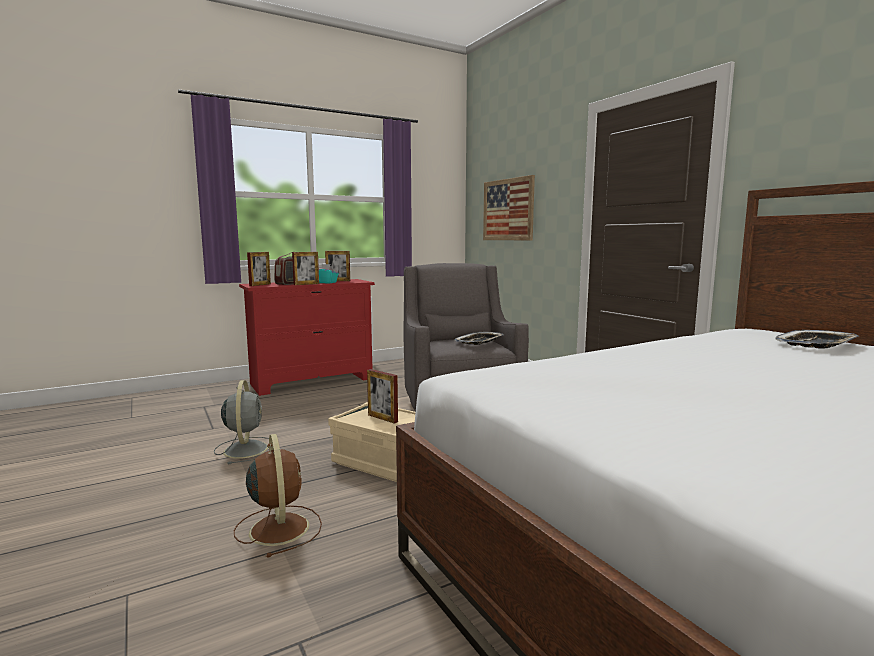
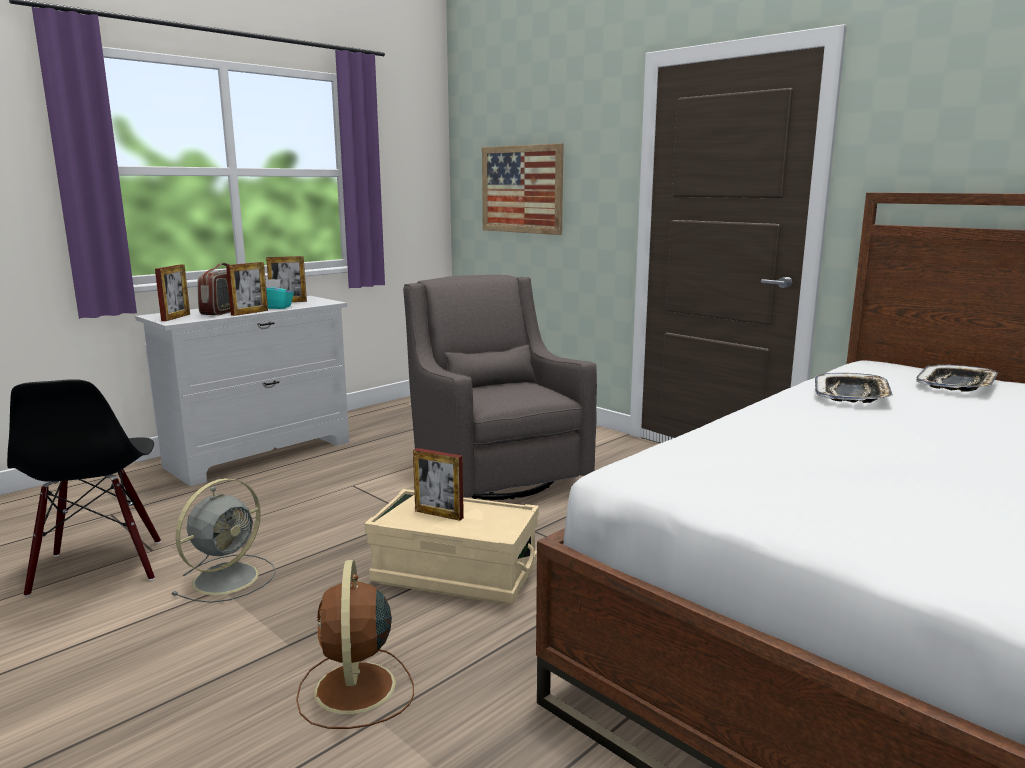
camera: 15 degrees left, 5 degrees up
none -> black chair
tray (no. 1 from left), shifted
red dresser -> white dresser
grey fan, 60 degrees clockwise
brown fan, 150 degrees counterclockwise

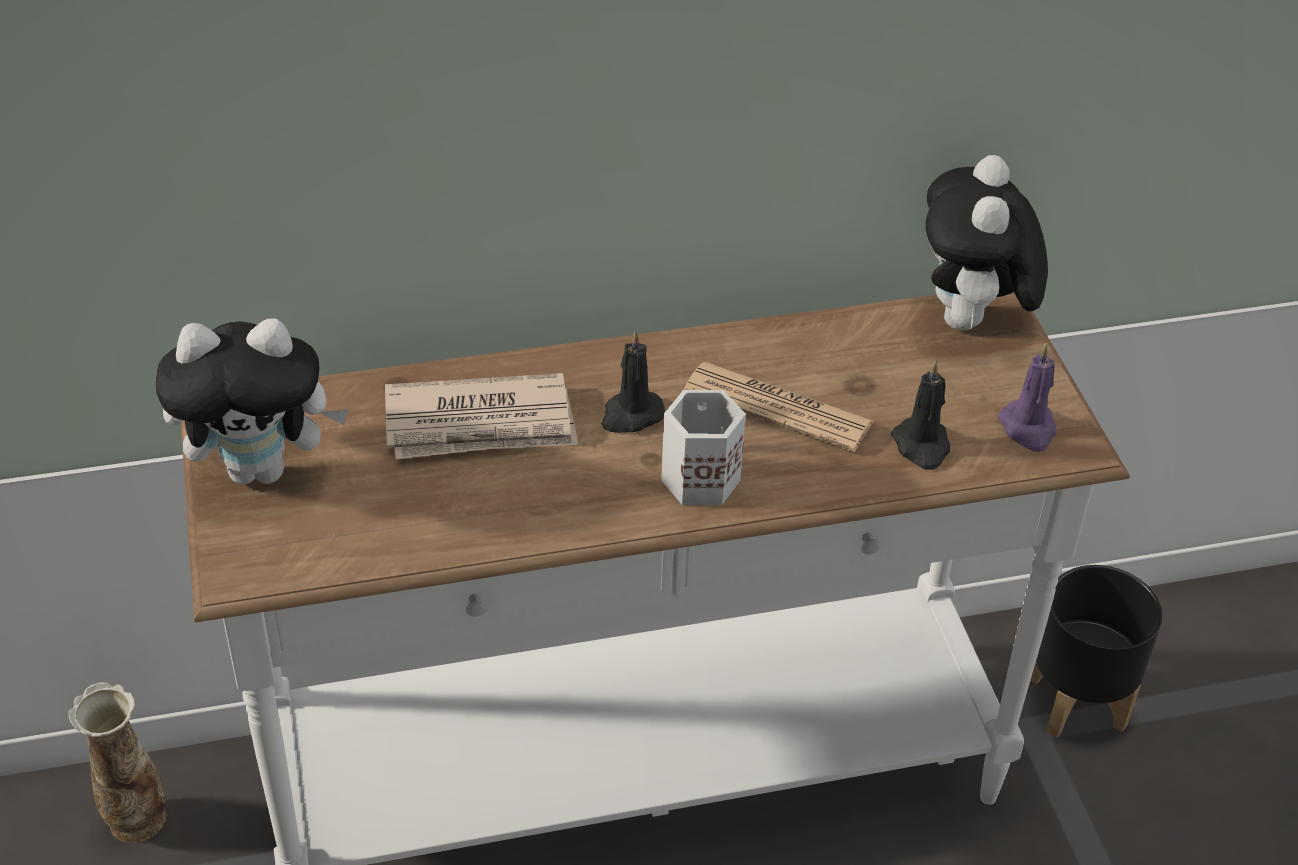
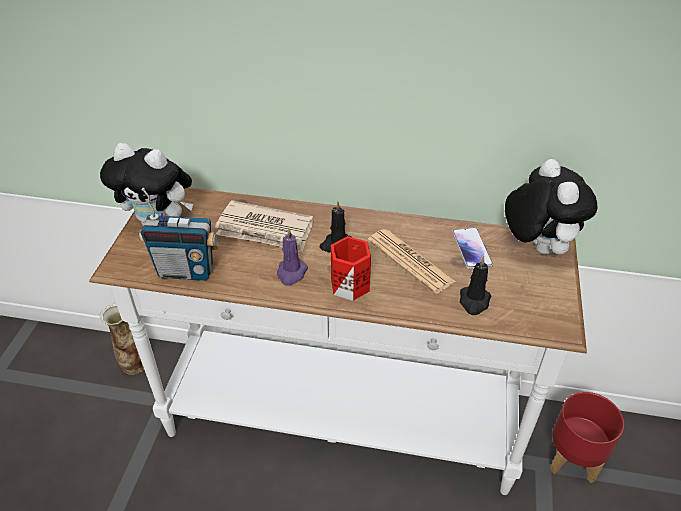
camera: 25 degrees right, 0 degrees up
none -> radio
none -> phone
purple candle, shifted
white mug -> red mug
black planter -> red planter
plush toy (no. 2 from left), 135 degrees clockwise

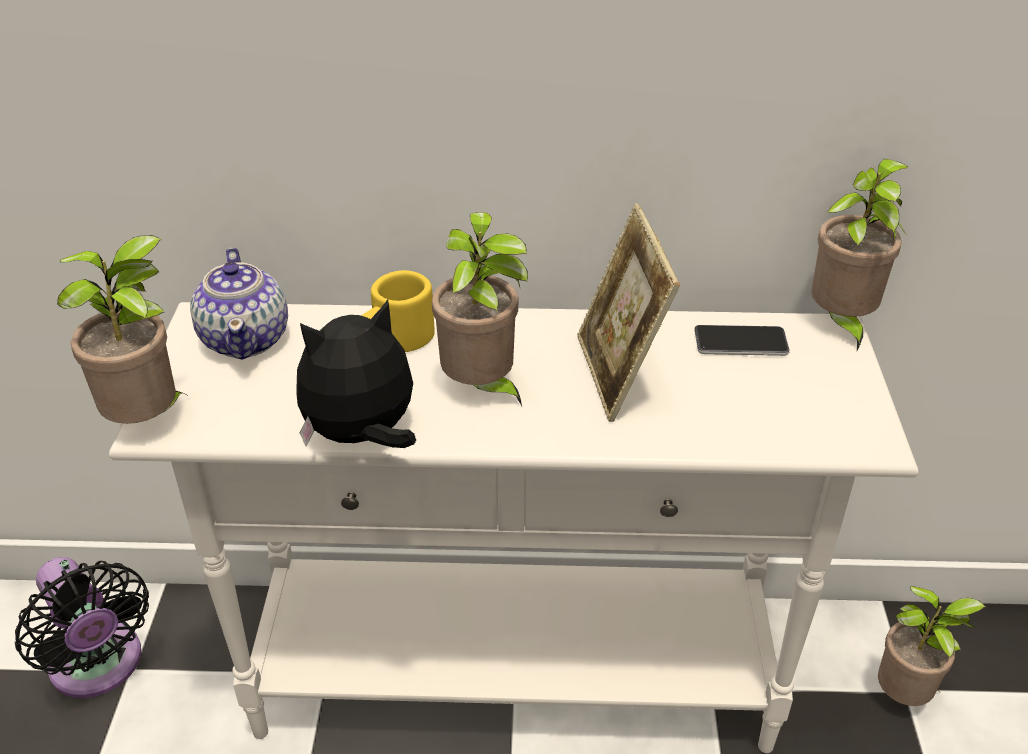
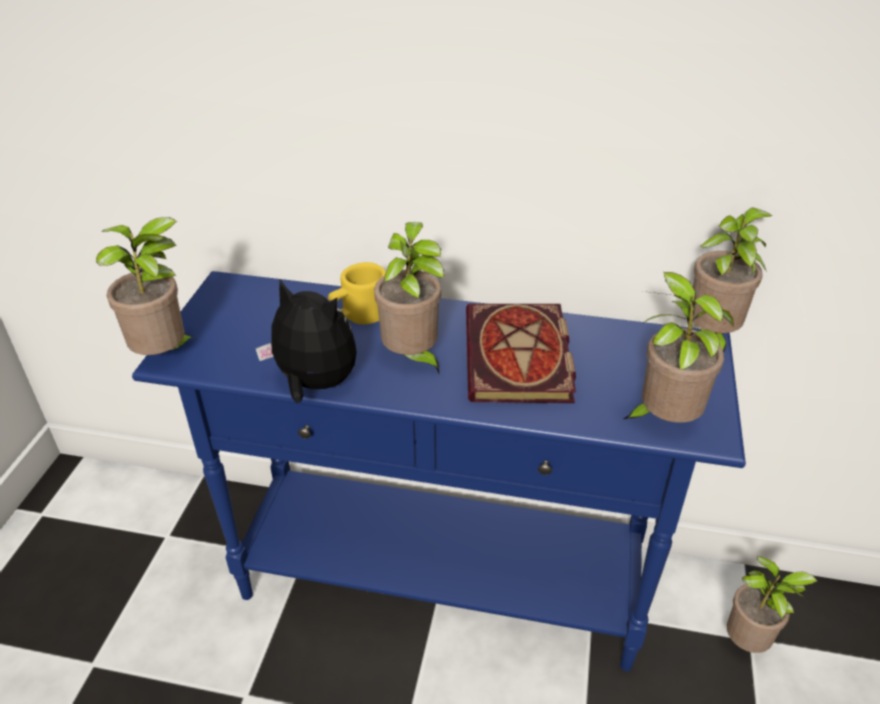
camera: 10 degrees right, 0 degrees up
black fan -> none
teapot -> none
phone -> none
none -> potted plant (no. 3 from left)
picture frame -> book
white console table -> blue console table
plush toy, 45 degrees clockwise

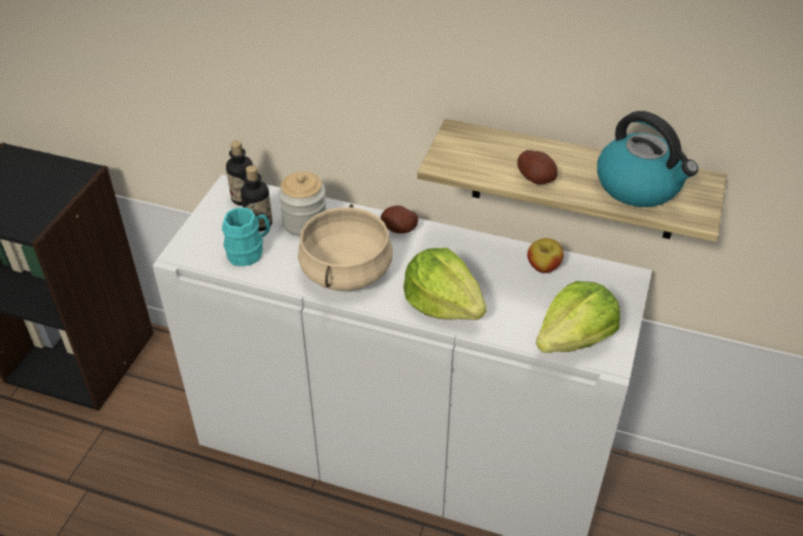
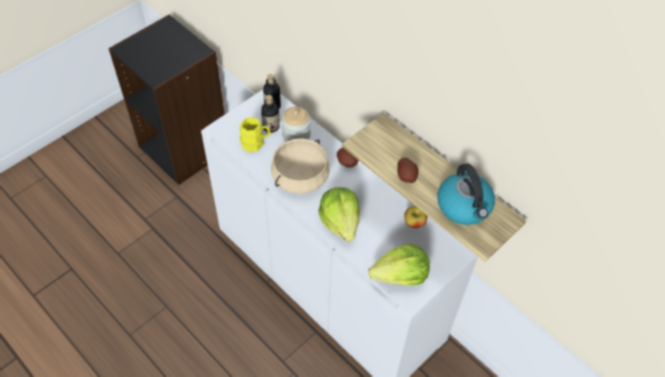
camera: 25 degrees right, 10 degrees up
turquoise mug -> yellow mug

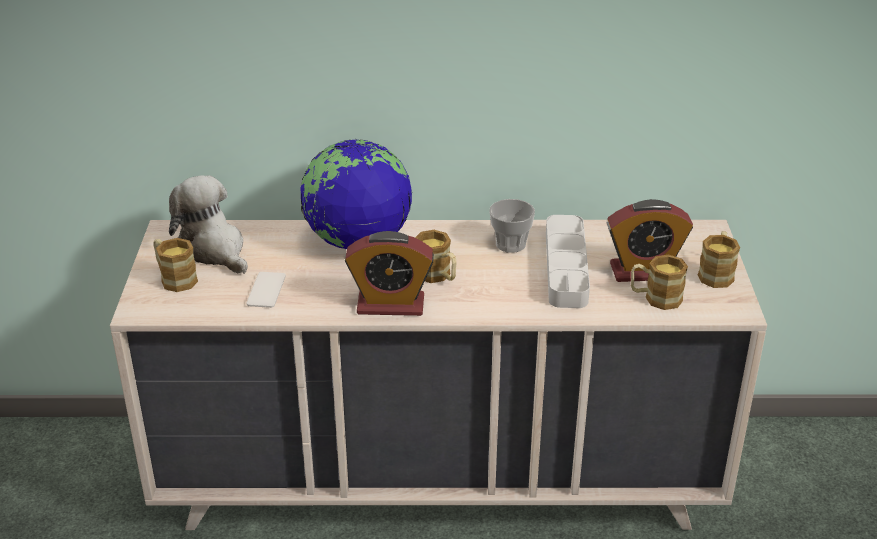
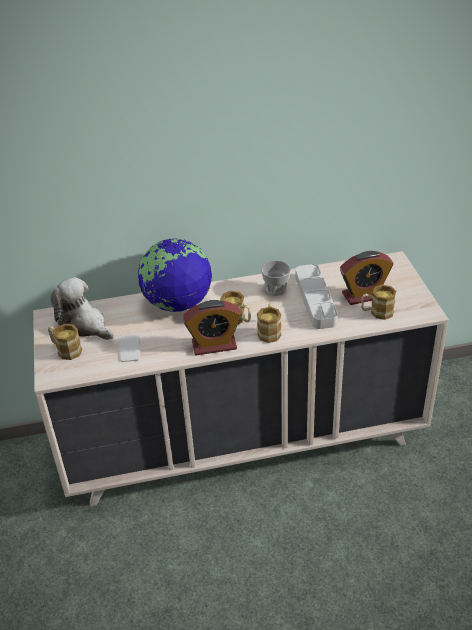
camera: 10 degrees left, 5 degrees up
mug (no. 4 from left in the first image) -> mug (no. 3 from left), shifted

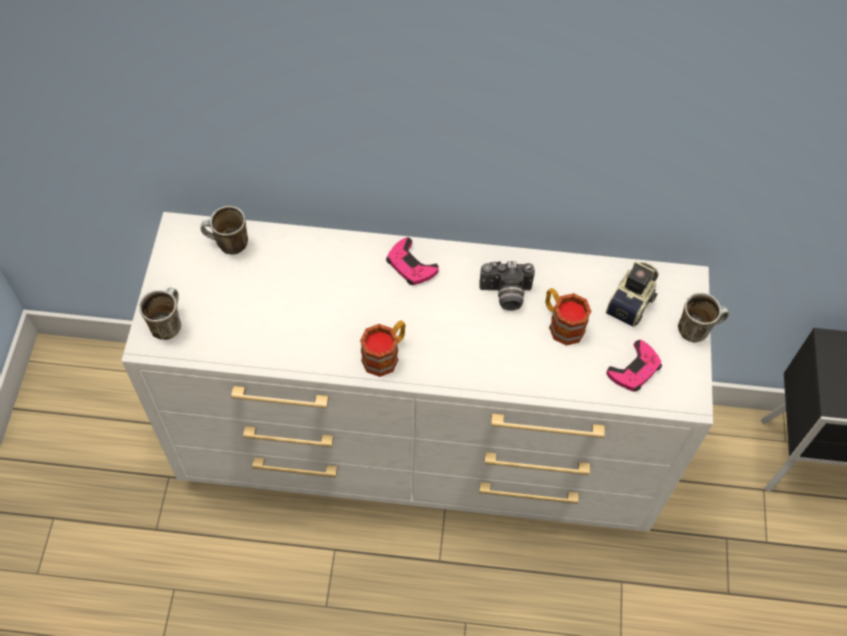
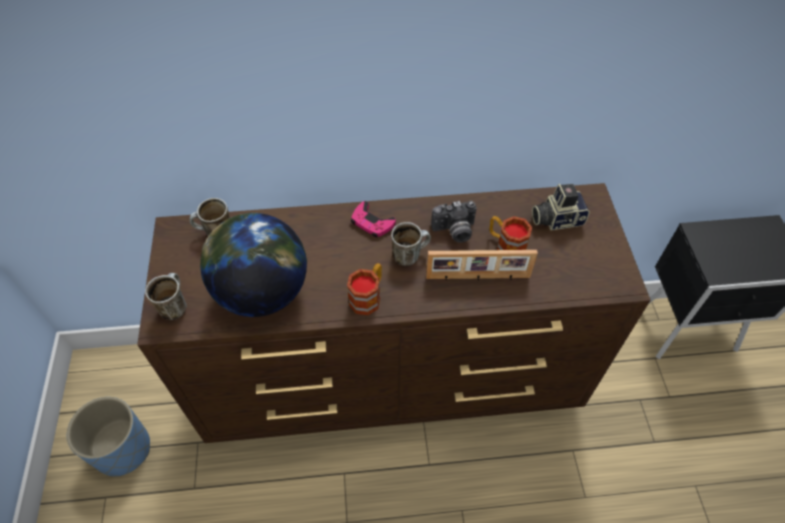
camera: 10 degrees left, 5 degrees down
pink game controller (no. 2 from left) -> none
none -> blue planter
none -> globe
none -> picture frame
mug (no. 5 from left in the first image) -> mug (no. 4 from left), shifted
white dresser -> brown dresser
photo camera (no. 2 from left), 120 degrees counterclockwise

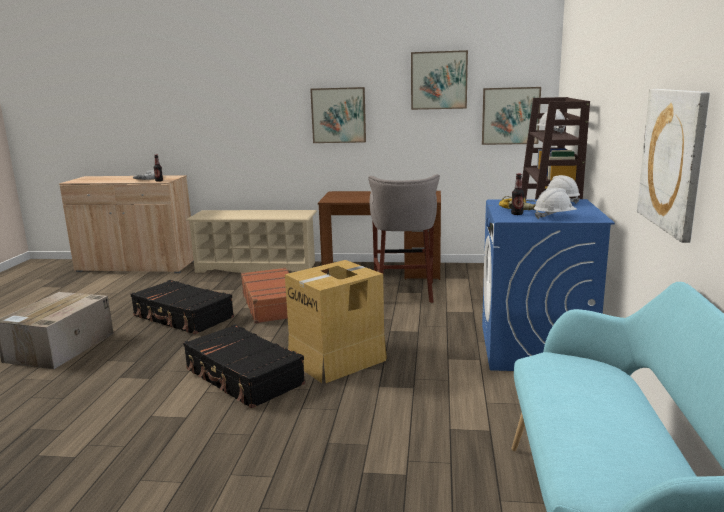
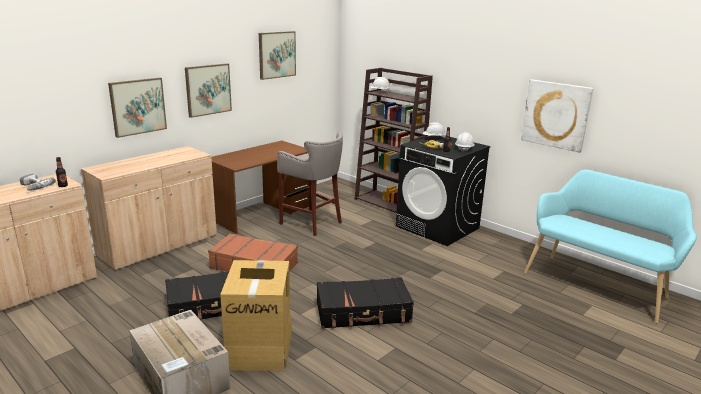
camera: 55 degrees left, 5 degrees up
cardboard box (no. 2 from left), shifted
picture (no. 3 from left in the first image) -> picture (no. 1 from left), shifted
beige shoe rack -> beige cabinet (no. 2 from left)
blue washing machine -> black washing machine

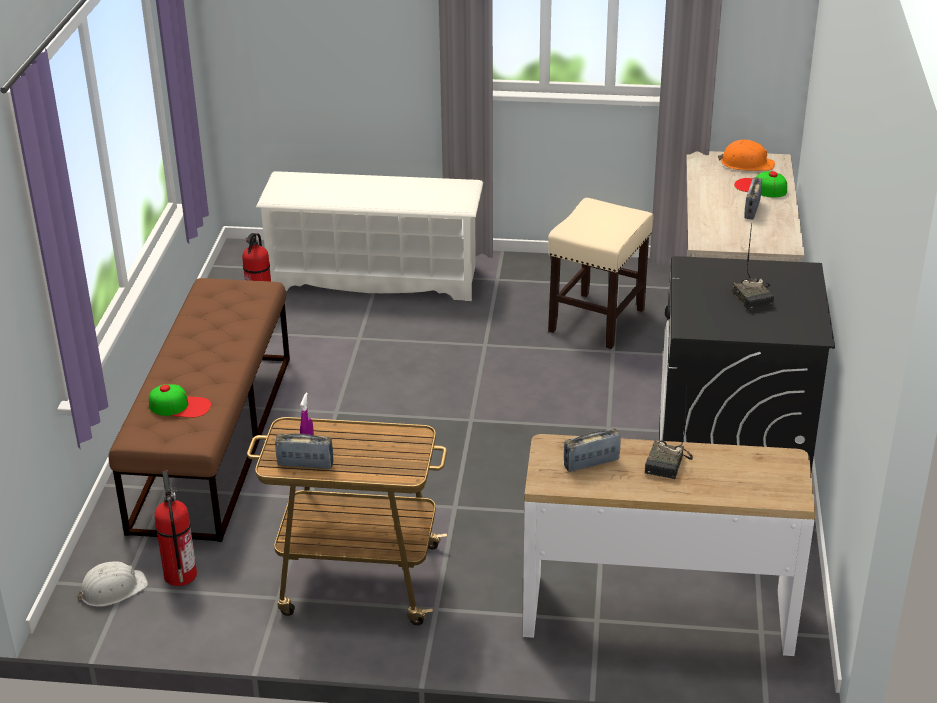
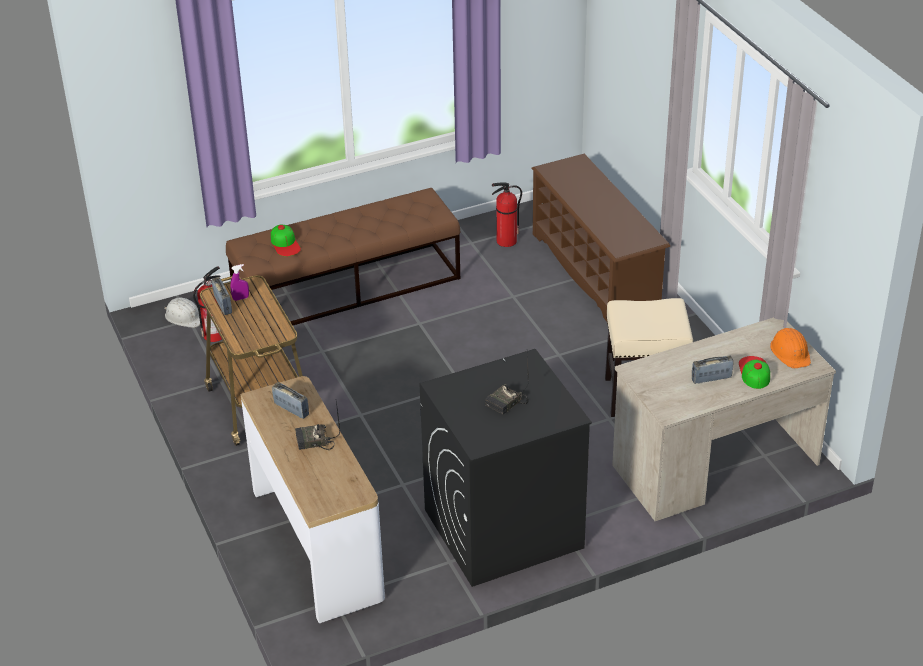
camera: 60 degrees right, 5 degrees up
white shoe rack -> brown shoe rack

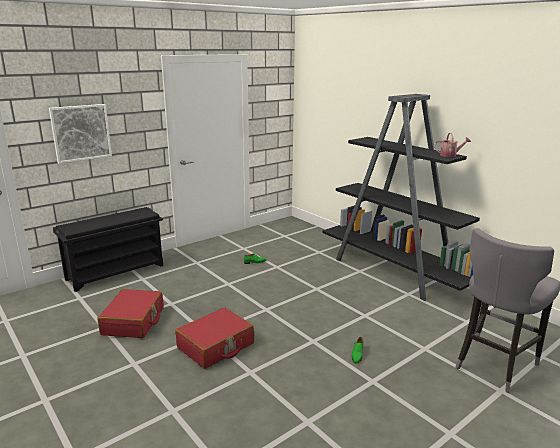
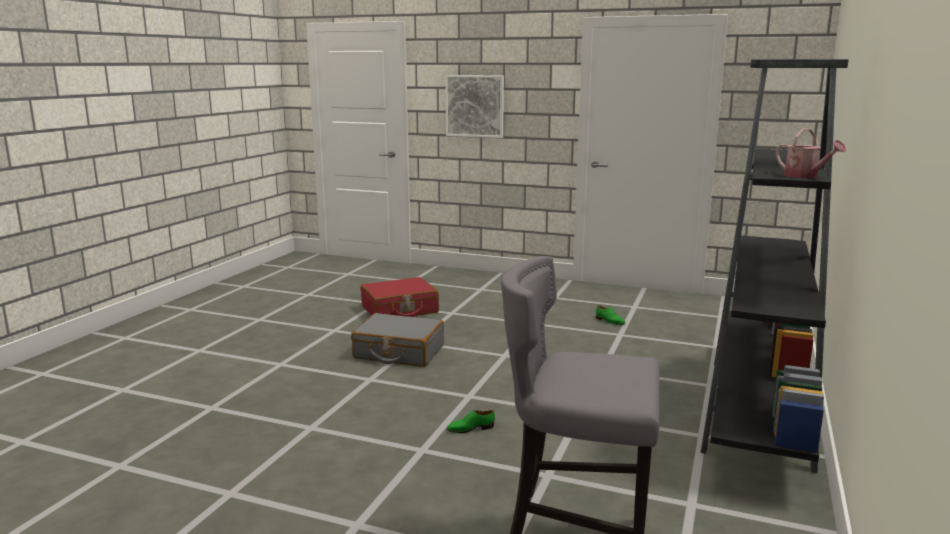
camera: 60 degrees right, 5 degrees down
black shoe rack -> none
red suitcase (no. 2 from left) -> grey suitcase

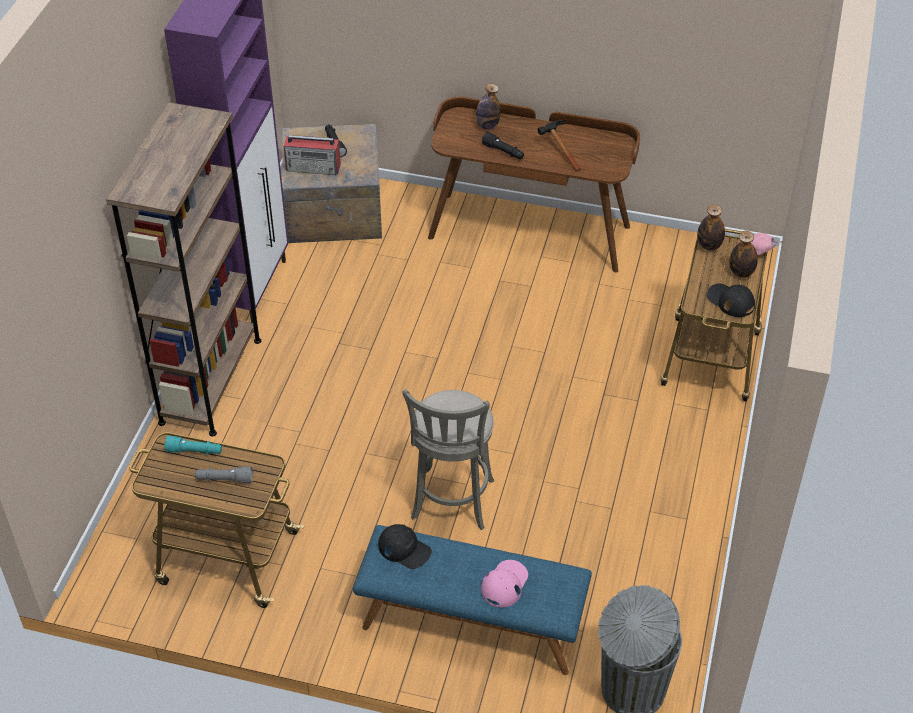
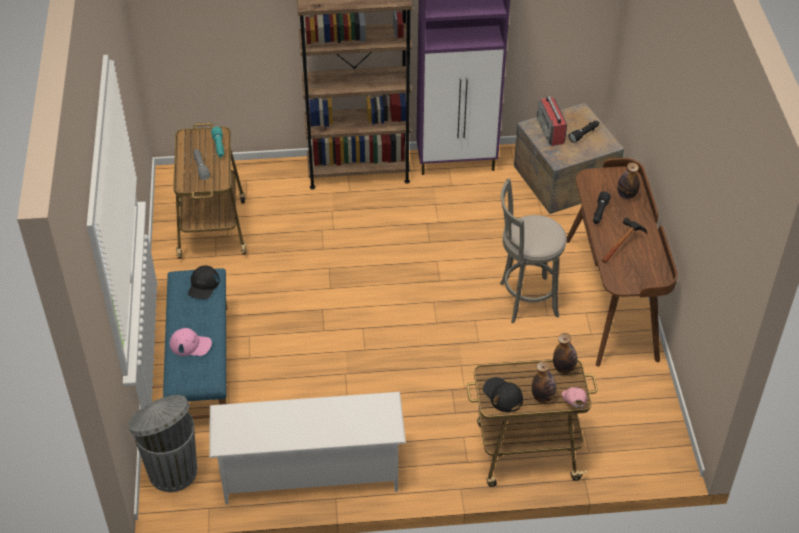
camera: 70 degrees right, 0 degrees up
none -> white shoe rack
grey stool, shifted
black cap (no. 2 from left), 60 degrees counterclockwise

